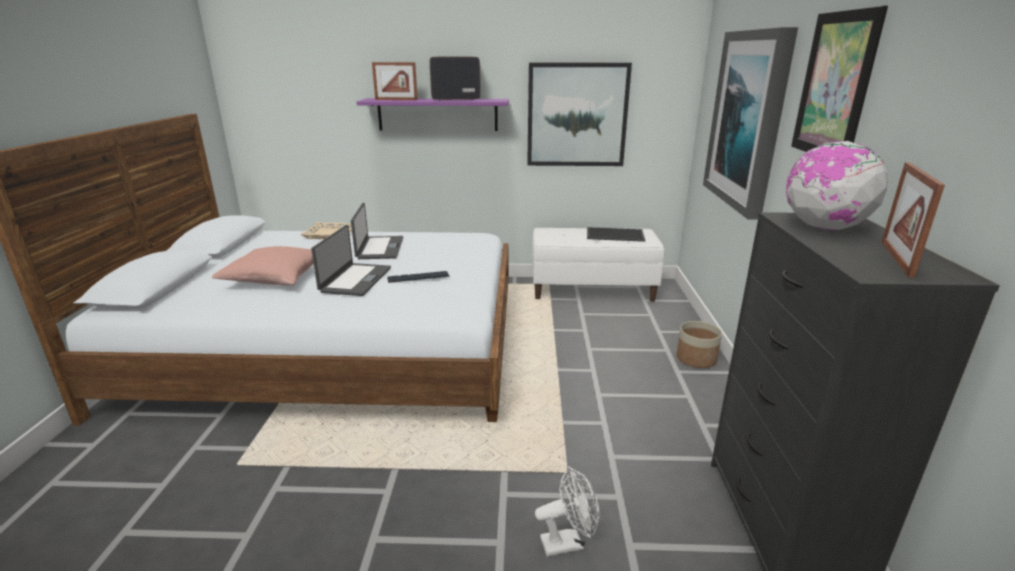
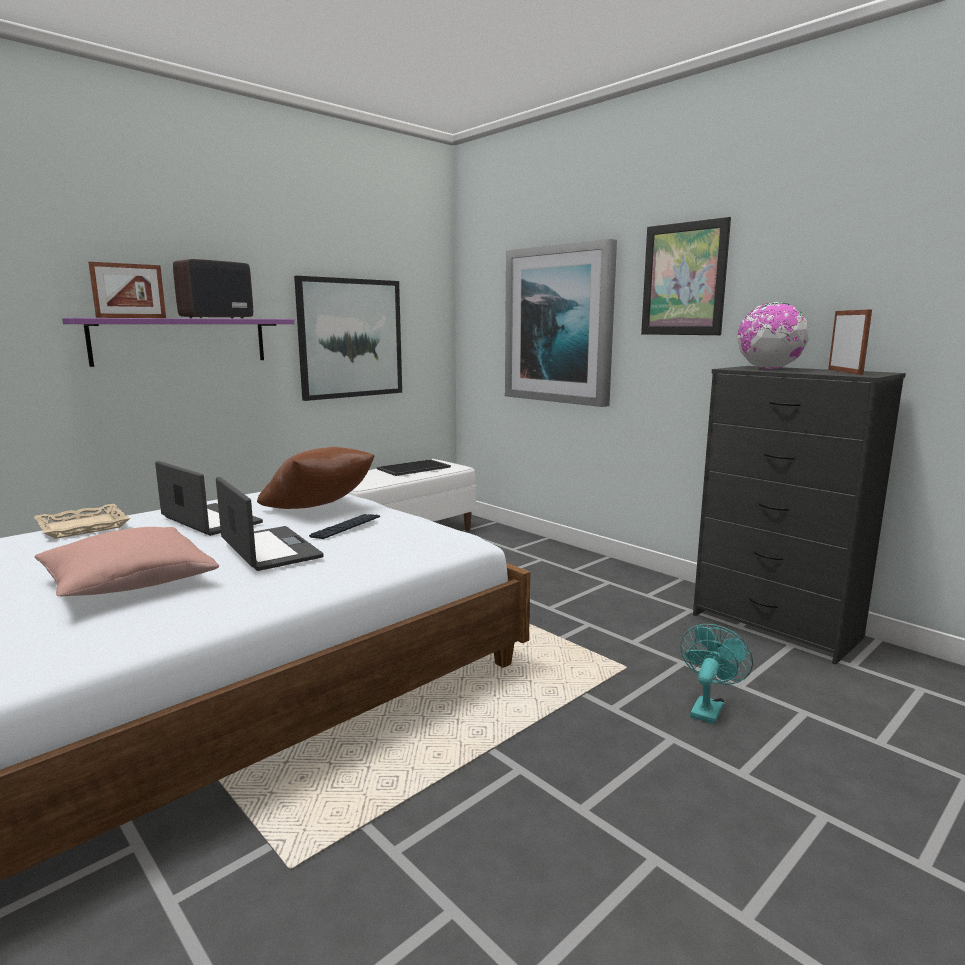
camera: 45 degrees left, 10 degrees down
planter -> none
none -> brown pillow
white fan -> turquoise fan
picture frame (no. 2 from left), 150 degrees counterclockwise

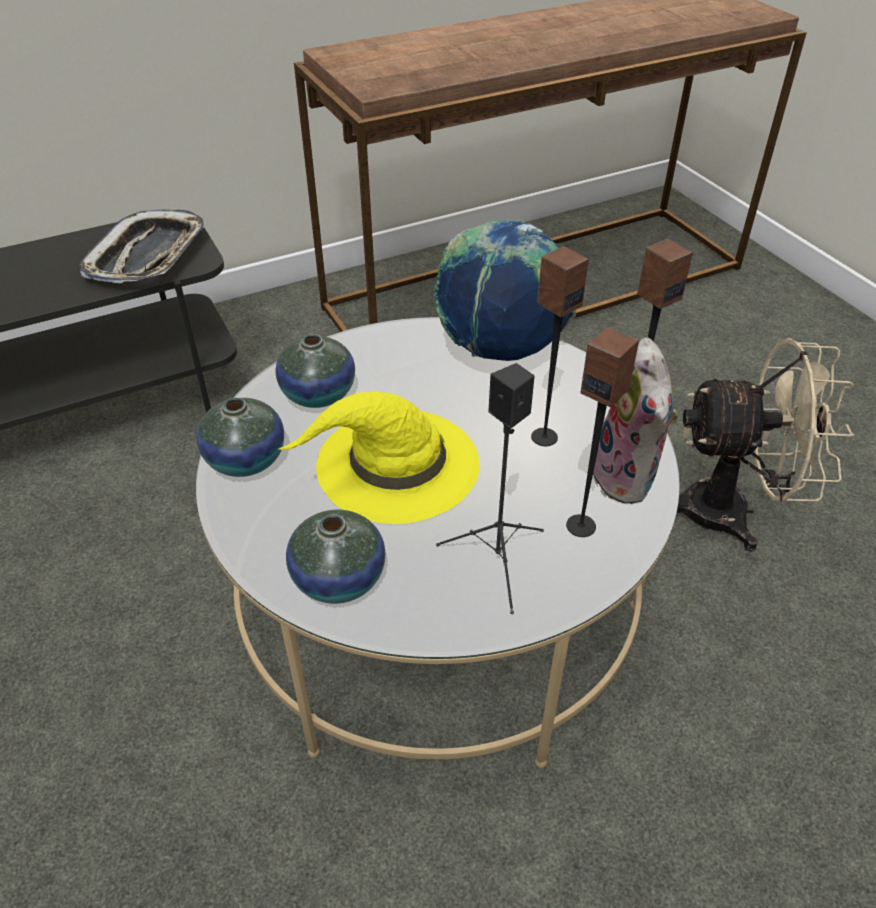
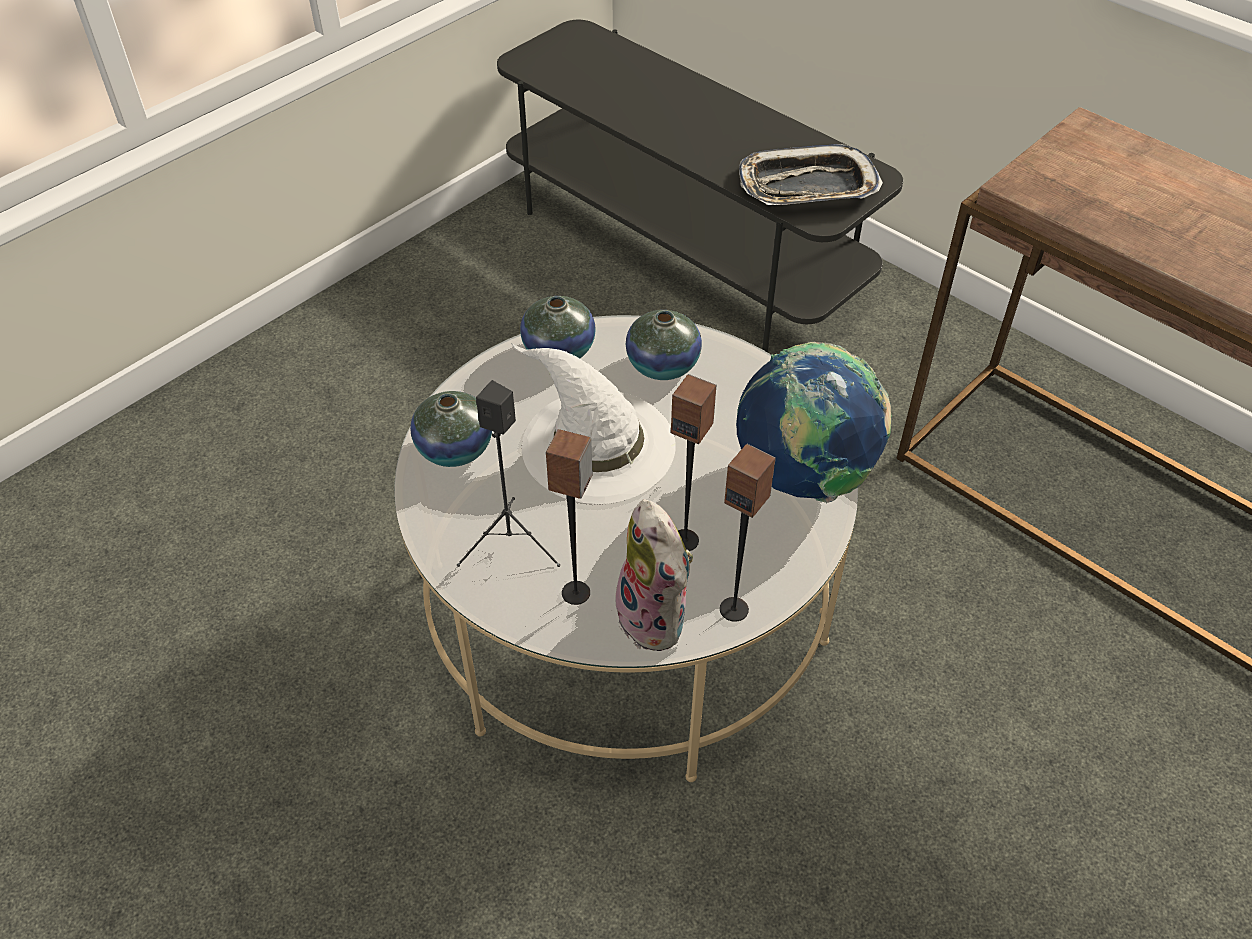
camera: 70 degrees right, 5 degrees up
beige fan -> none
yellow hat -> white hat
plush toy, 90 degrees counterclockwise

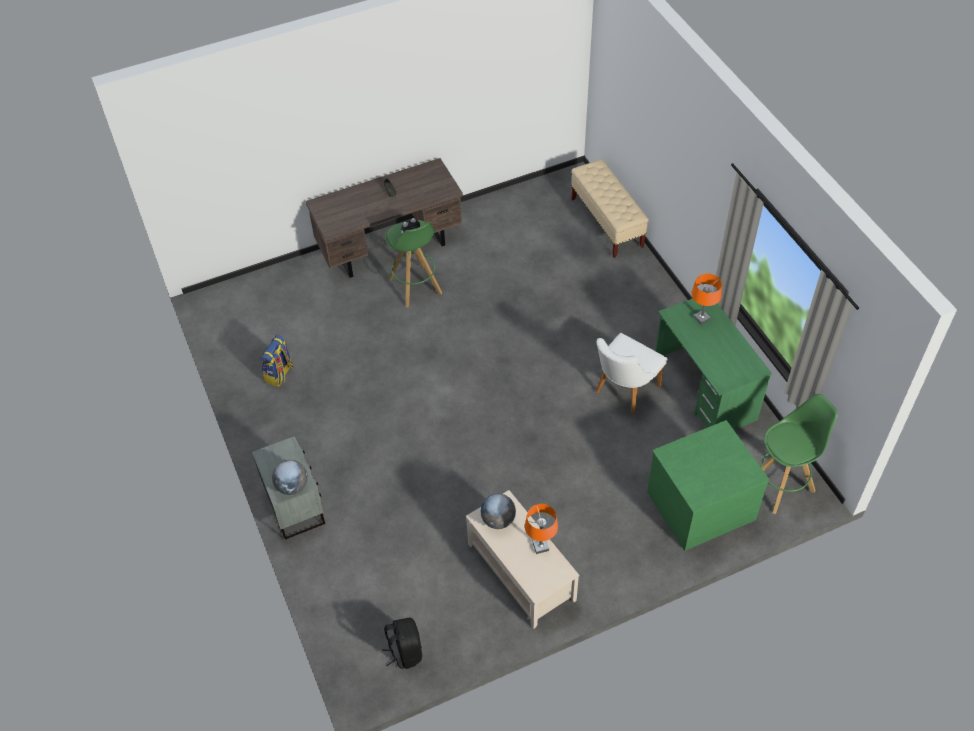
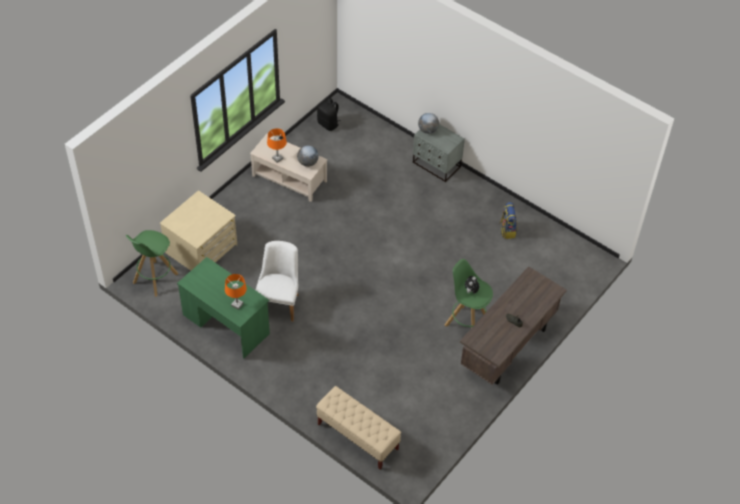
camera: 150 degrees right, 0 degrees up
green dresser -> beige dresser

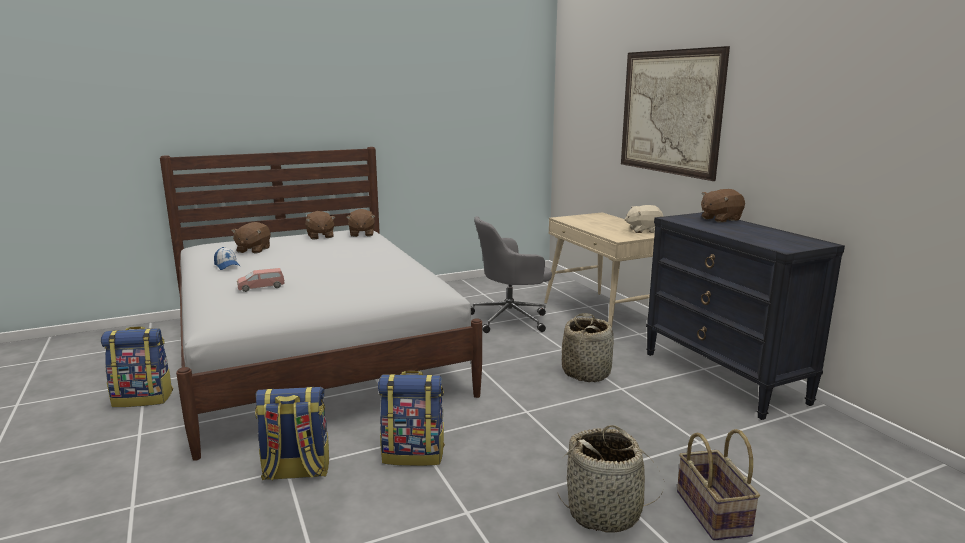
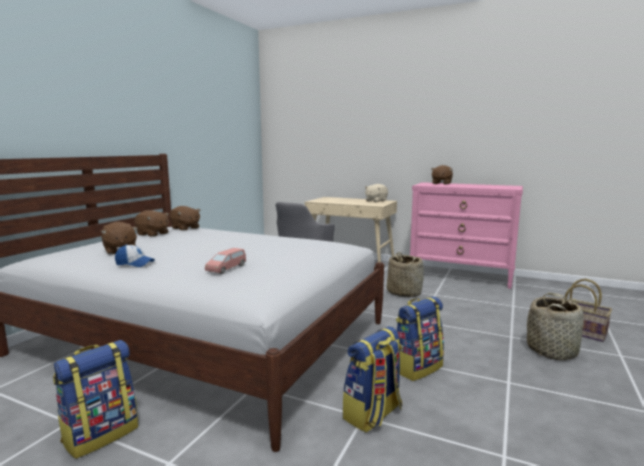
camera: 40 degrees left, 5 degrees down
picture -> none
black dresser -> pink dresser

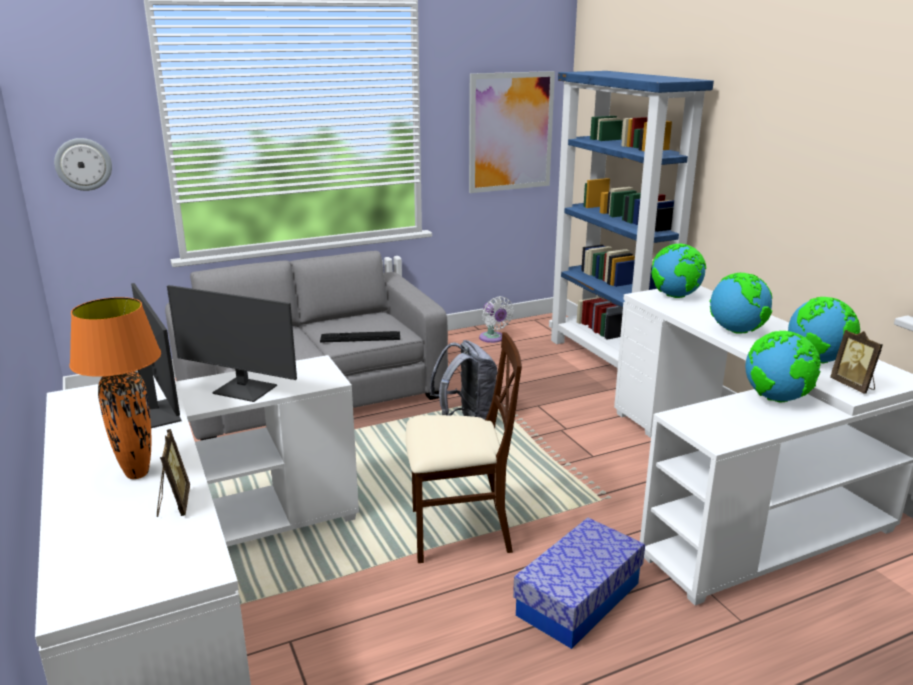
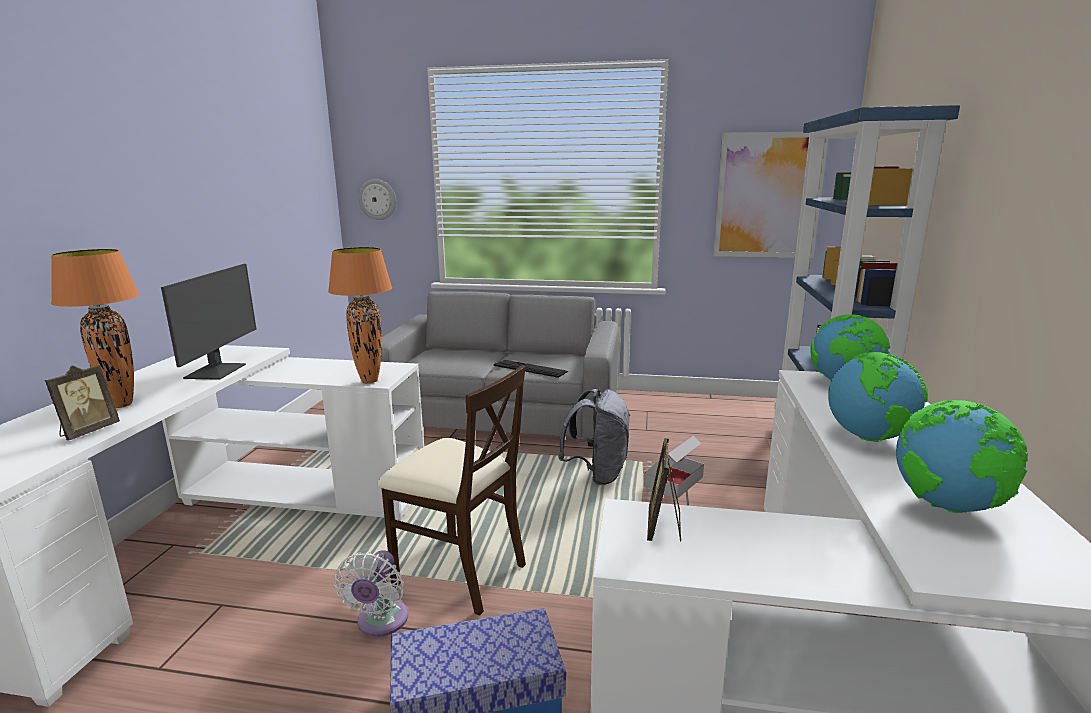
camera: 35 degrees right, 5 degrees down
monitor (no. 2 from left) -> none
globe (no. 3 from left) -> none
none -> orange table lamp (no. 2 from left)
none -> cardboard box
white fan, shifted
picture frame (no. 2 from left), shifted

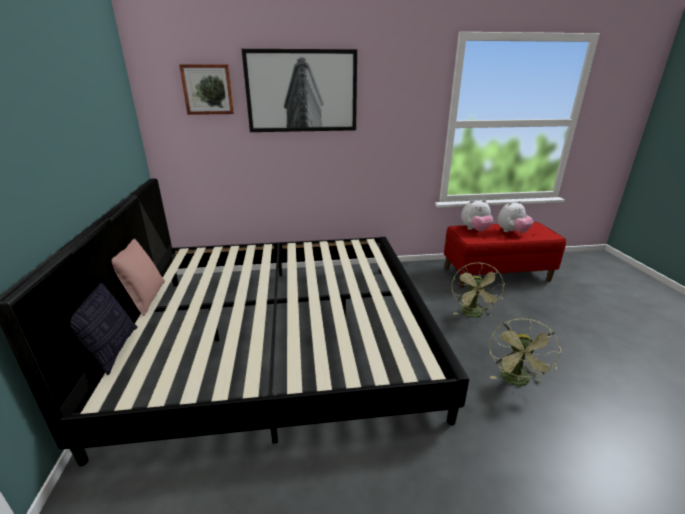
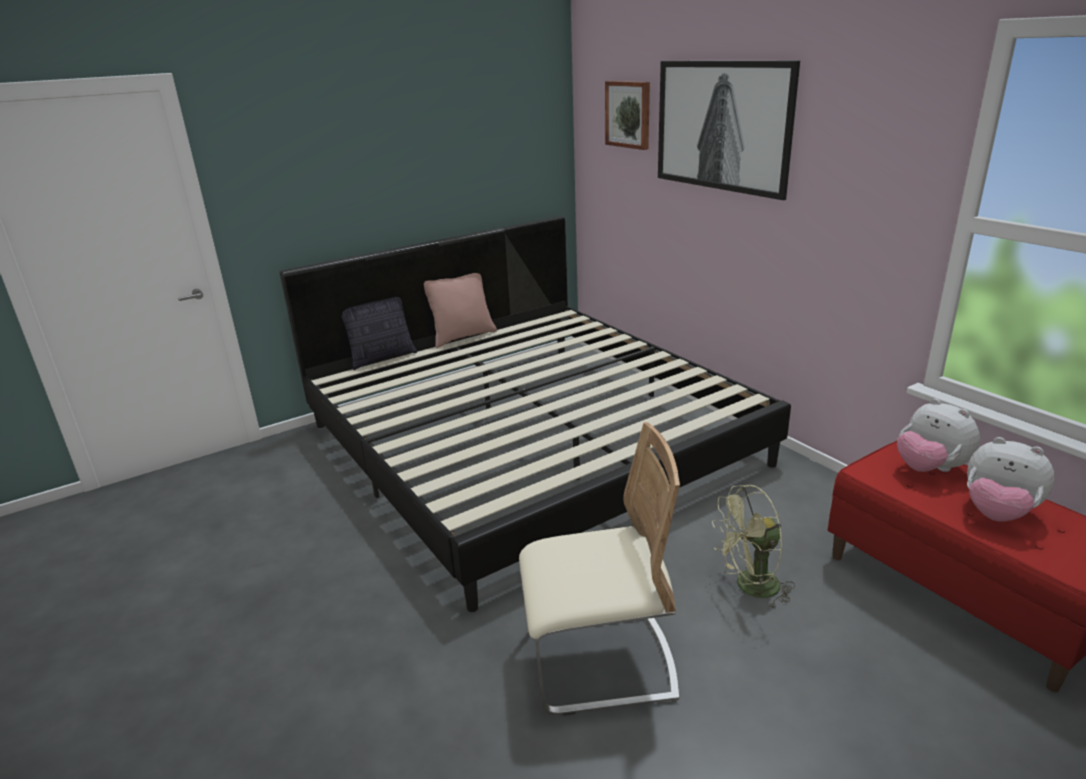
camera: 65 degrees right, 0 degrees up
green fan (no. 2 from left) -> beige chair

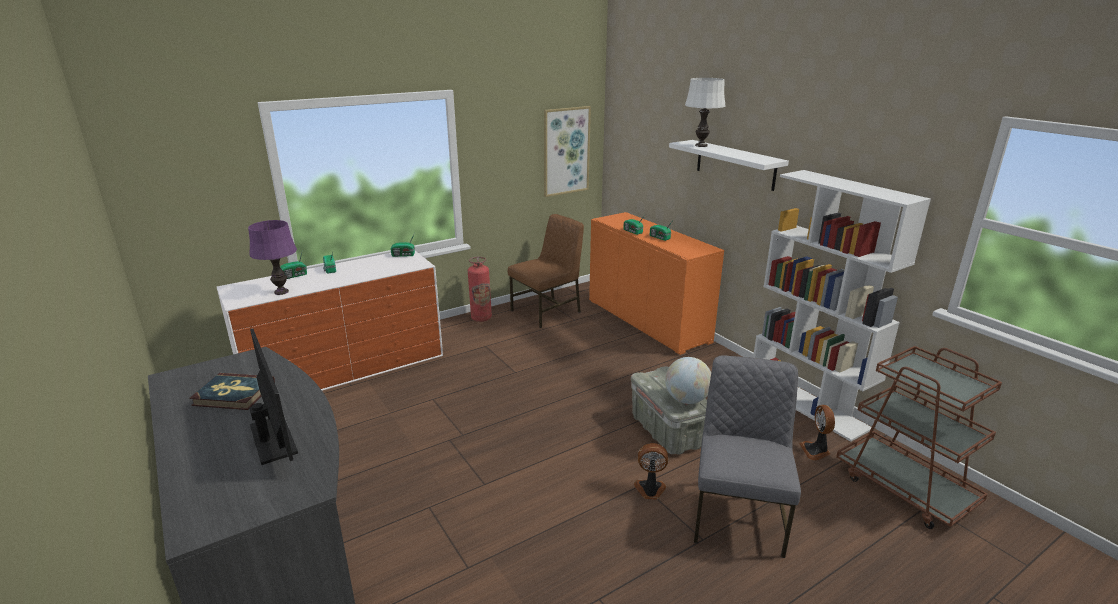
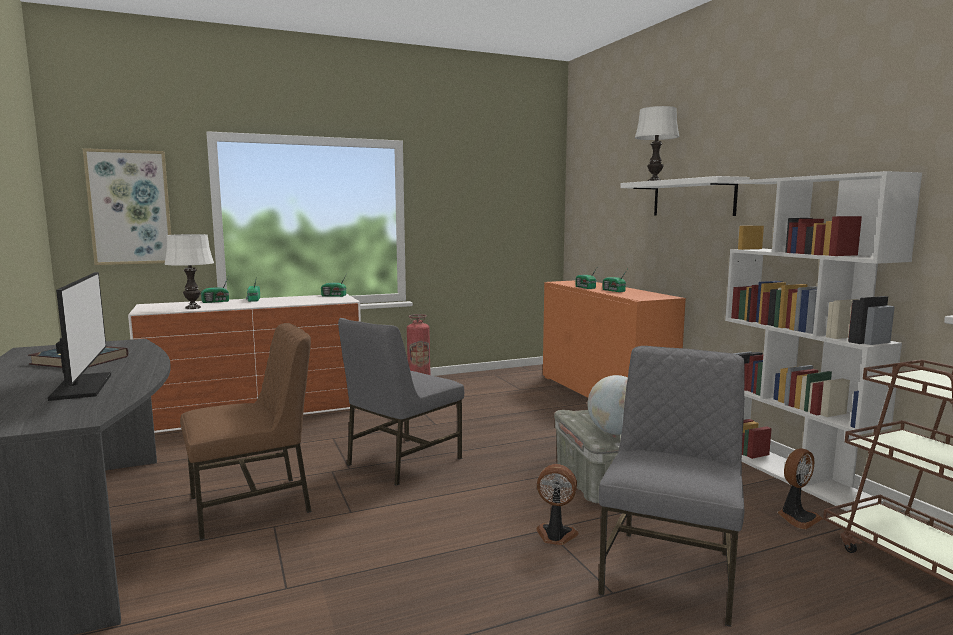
camera: 10 degrees right, 15 degrees down
none -> grey chair (no. 1 from left)
brown chair, shifted
picture, shifted
purple table lamp -> white table lamp (no. 1 from left)
fan (no. 2 from left), 135 degrees counterclockwise

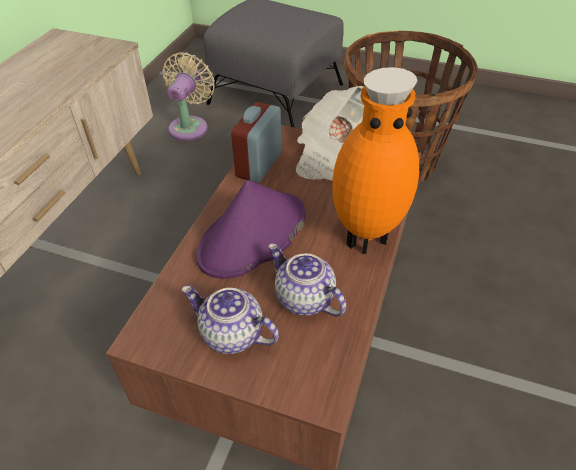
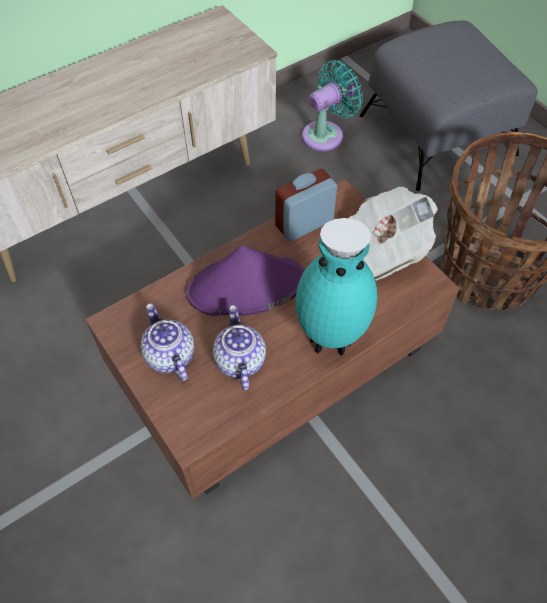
camera: 35 degrees right, 10 degrees up
beige fan -> turquoise fan
orange vase -> turquoise vase

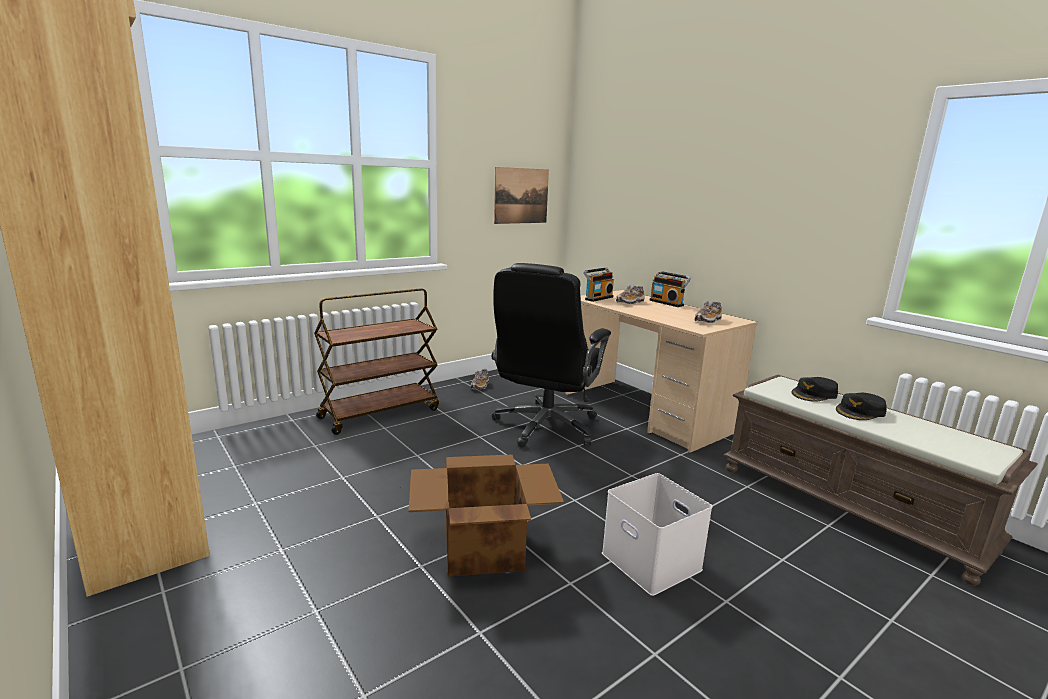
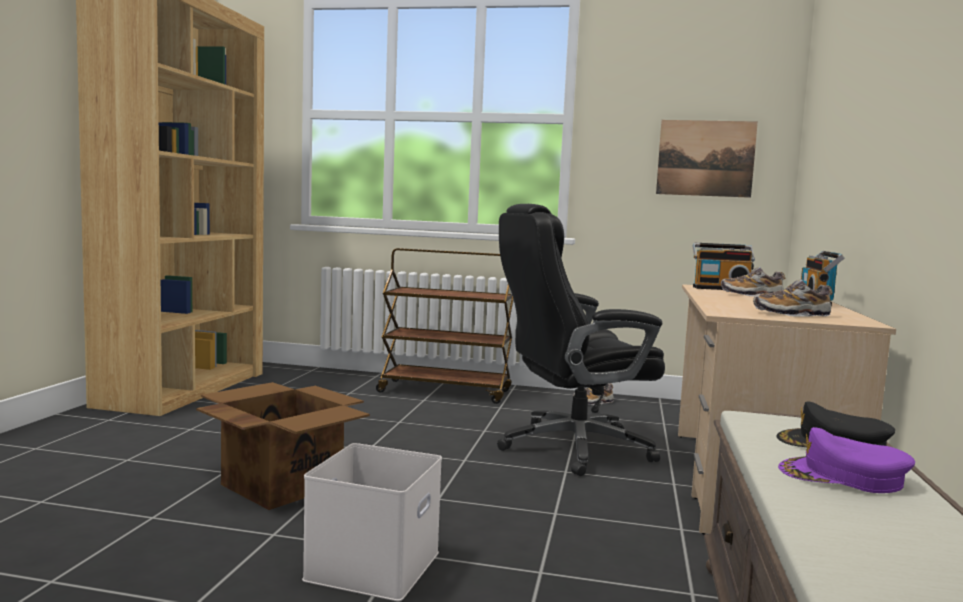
camera: 50 degrees right, 10 degrees down
black cap (no. 2 from left) -> purple cap

